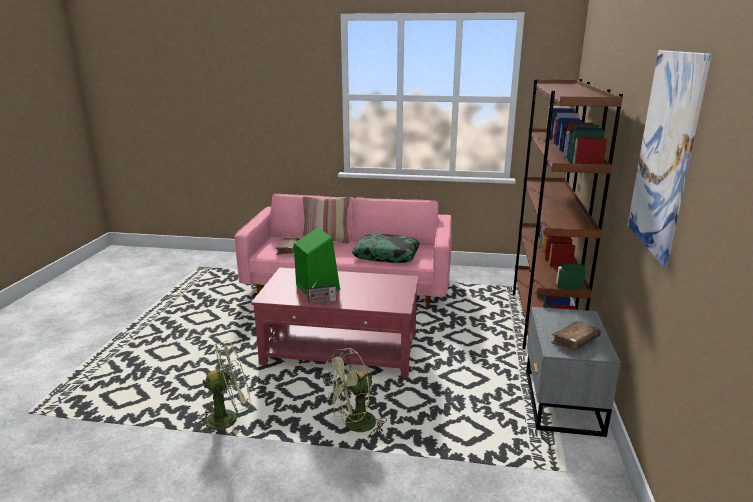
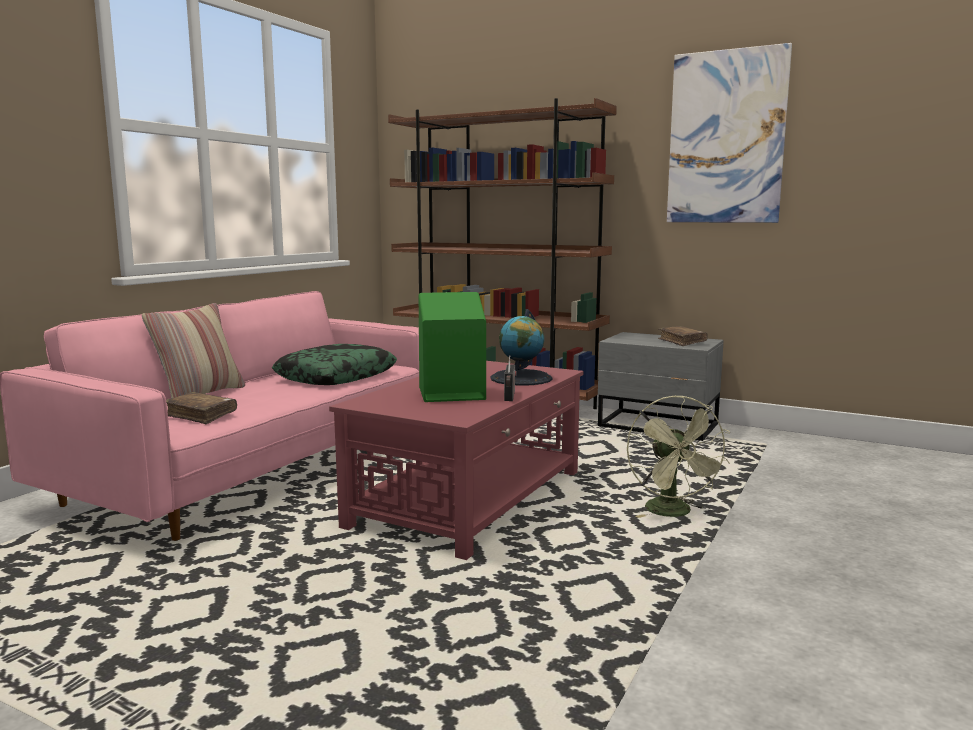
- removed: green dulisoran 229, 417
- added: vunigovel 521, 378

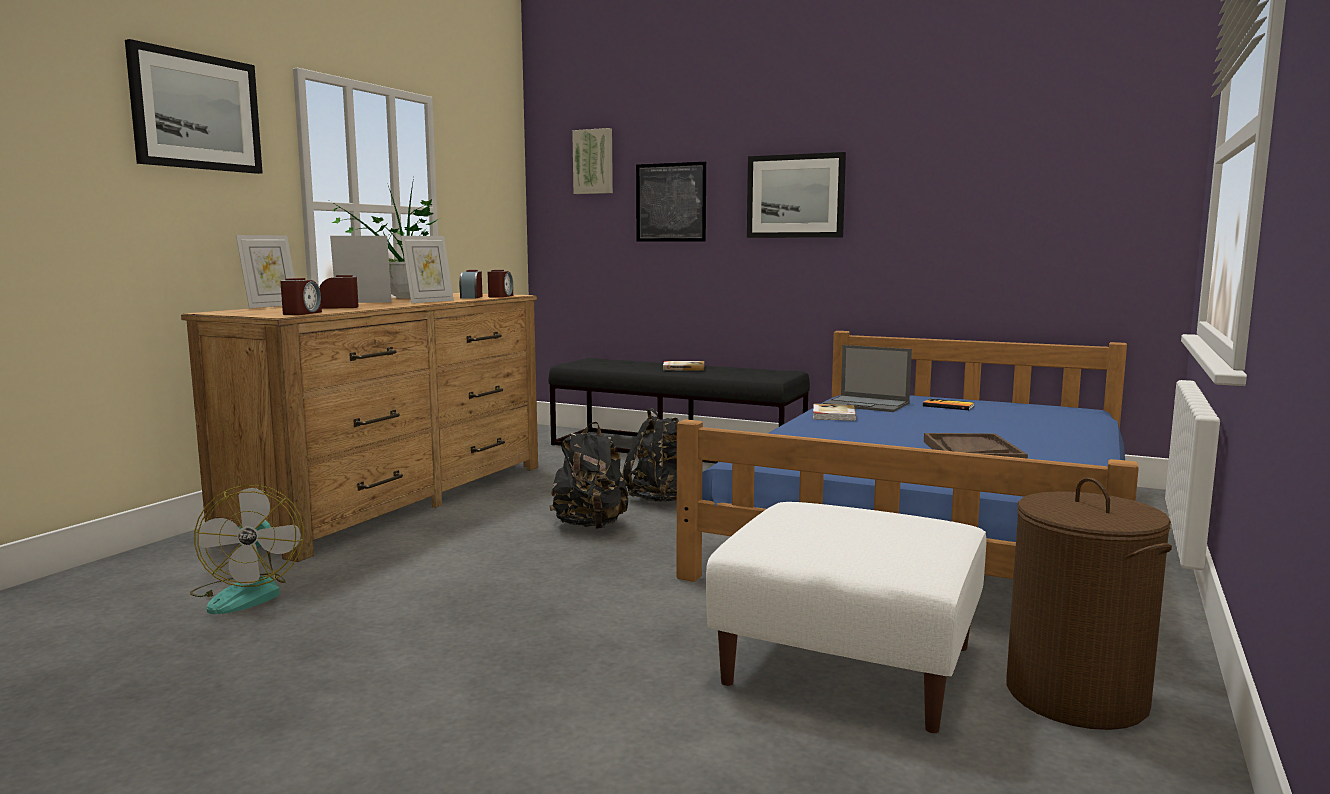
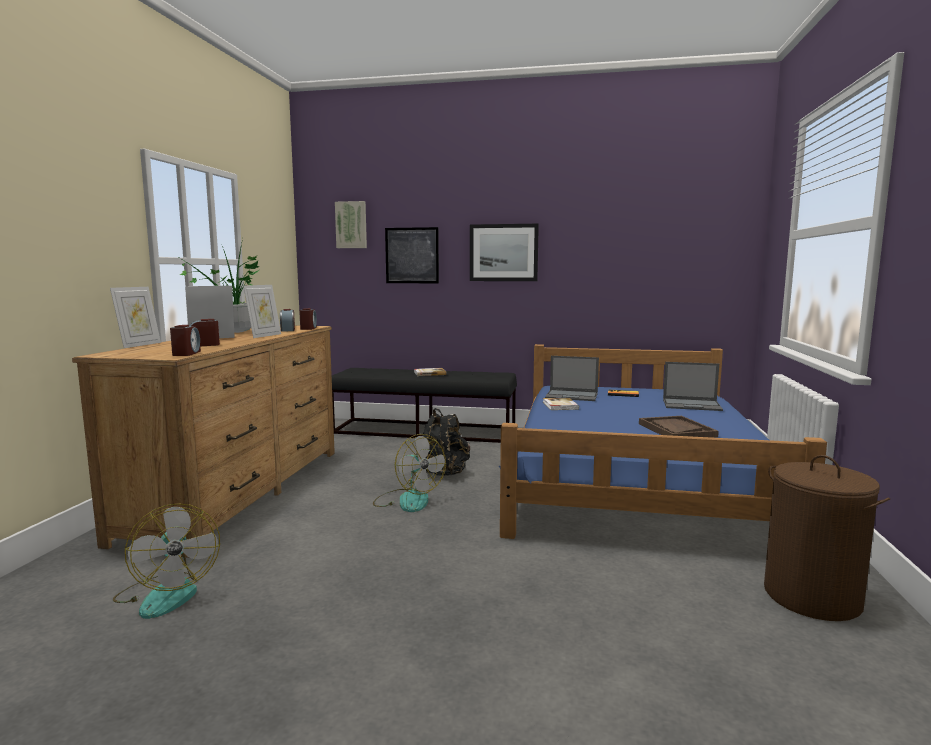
- removed: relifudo 196, 111
- replaced: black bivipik 590, 526 to dulisoran 407, 500
- removed: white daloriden 850, 664
- added: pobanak 692, 405

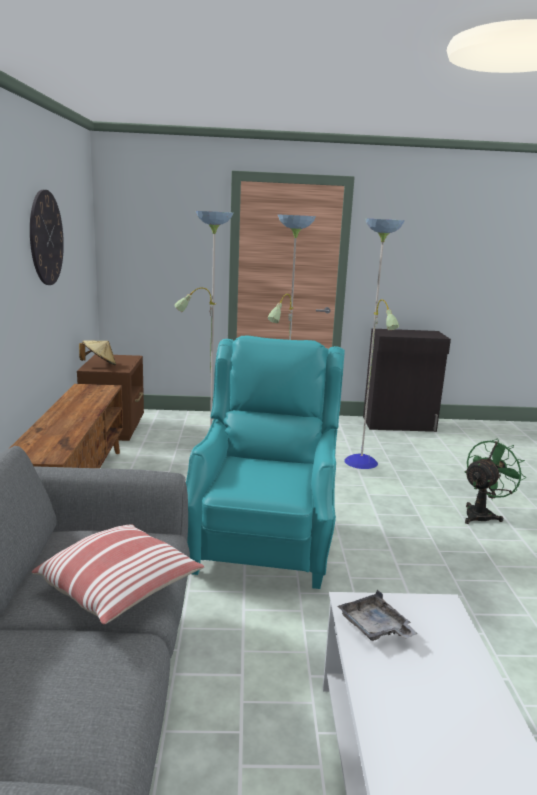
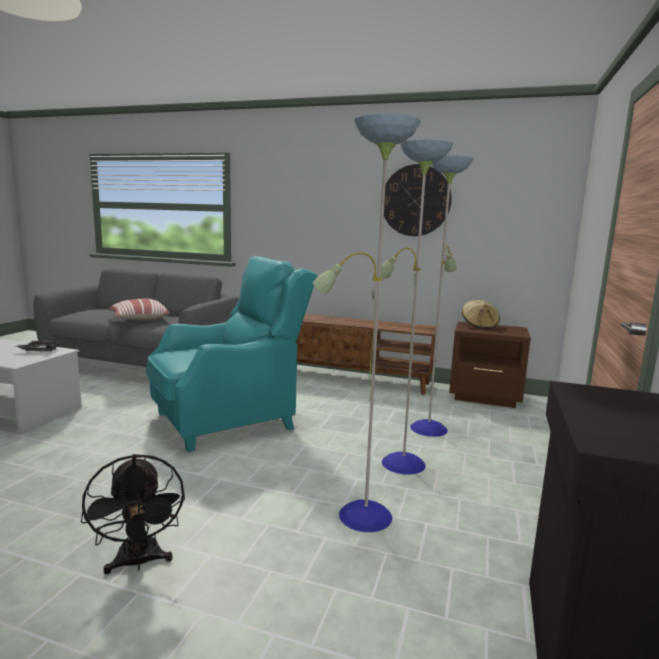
- turned: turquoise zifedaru 264, 541 = 229, 420 60 degrees counterclockwise
- recoloured: green dulisoran 482, 514 to black dulisoran 138, 562

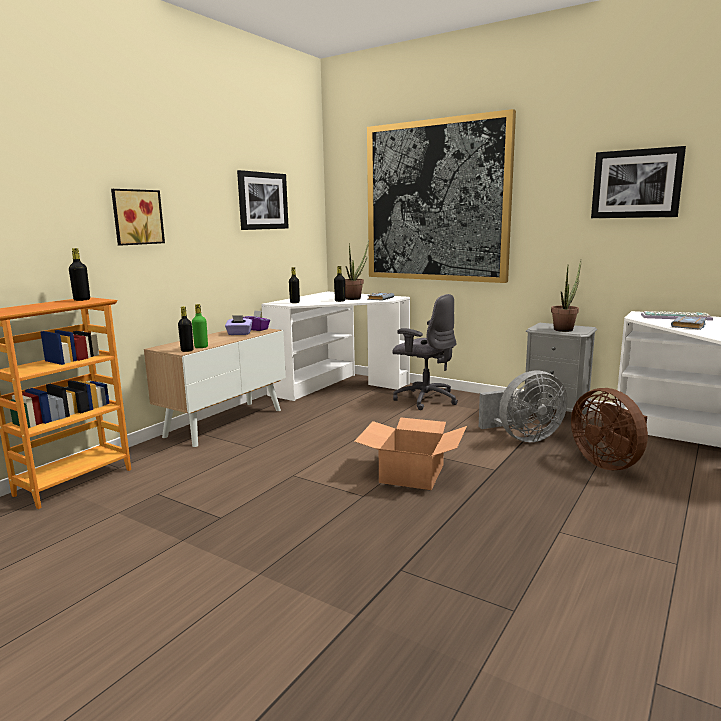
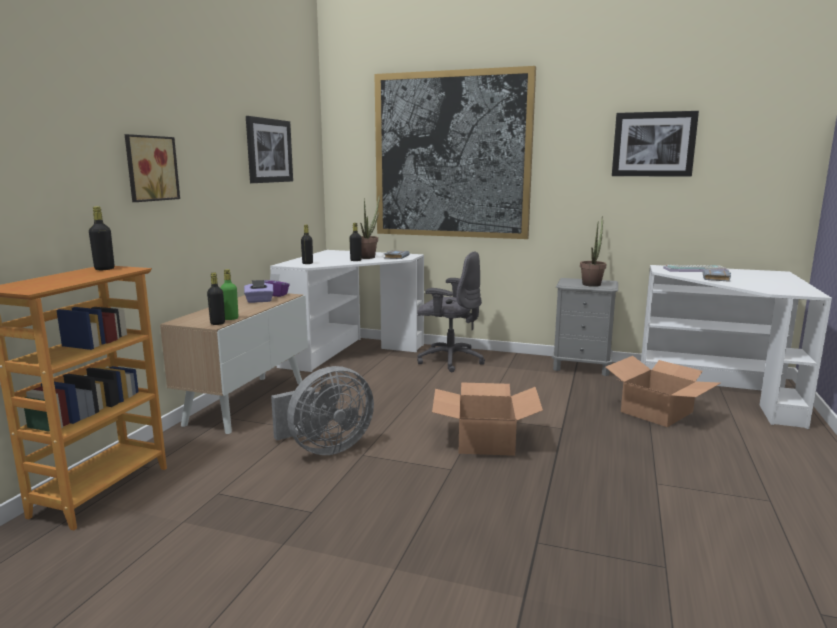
- moved: grey dulisoran 523, 438 to 325, 448
- replaced: brown dulisoran 608, 463 to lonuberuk 657, 412

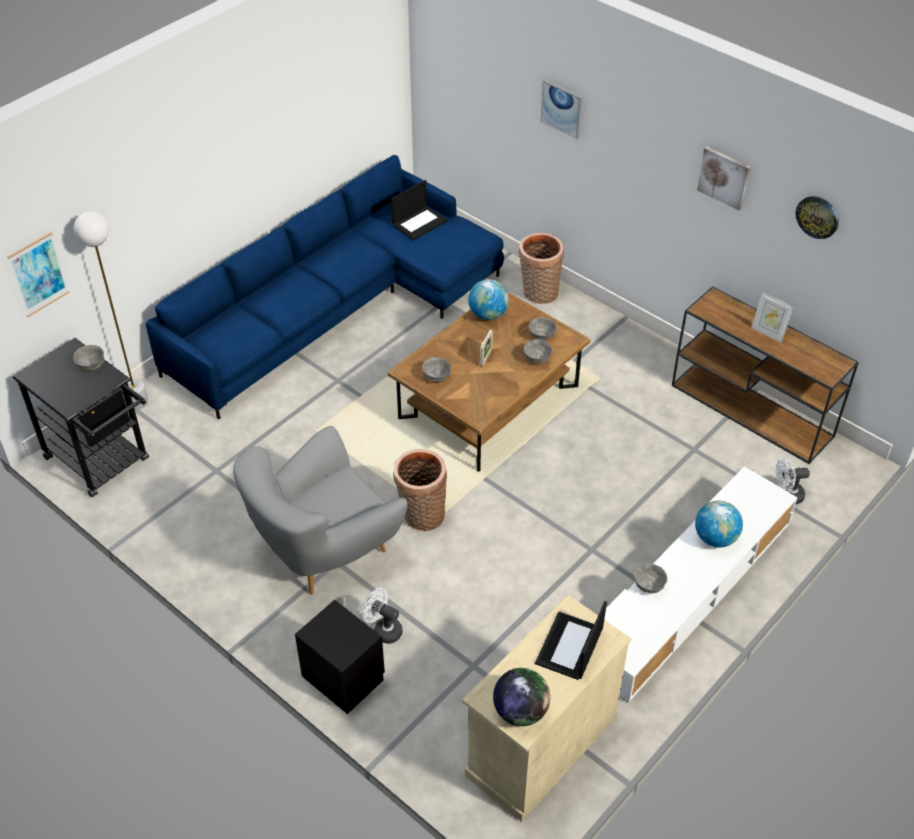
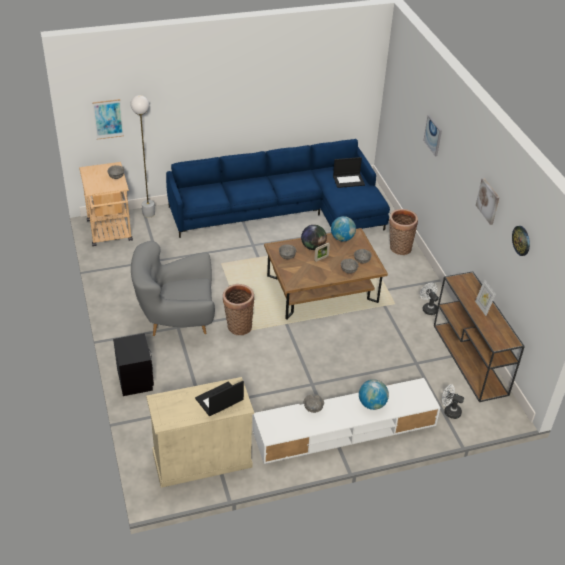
- recoloured: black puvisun 102, 462 to beige puvisun 110, 233
- moved: white dulisoran 383, 630 to 428, 308
- moved: vunigovel 520, 711 to 313, 247

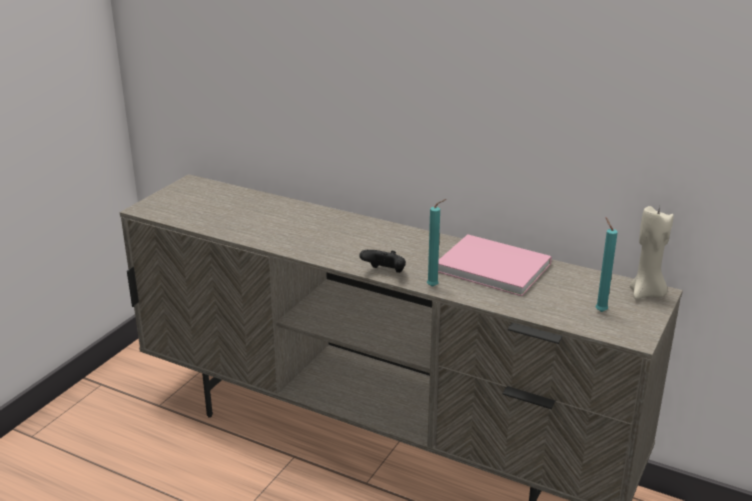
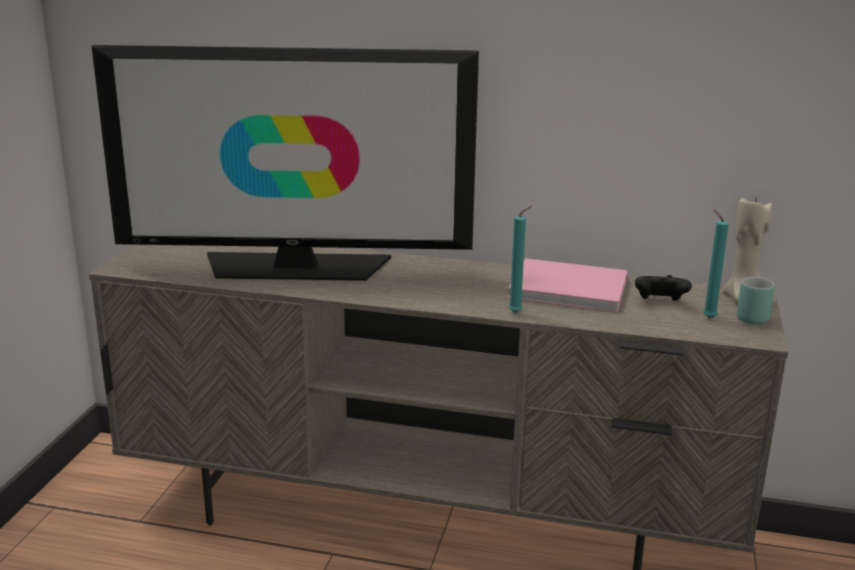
- moved: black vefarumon 384, 273 to 659, 302
- added: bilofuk 295, 267
- added: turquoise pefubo 752, 316

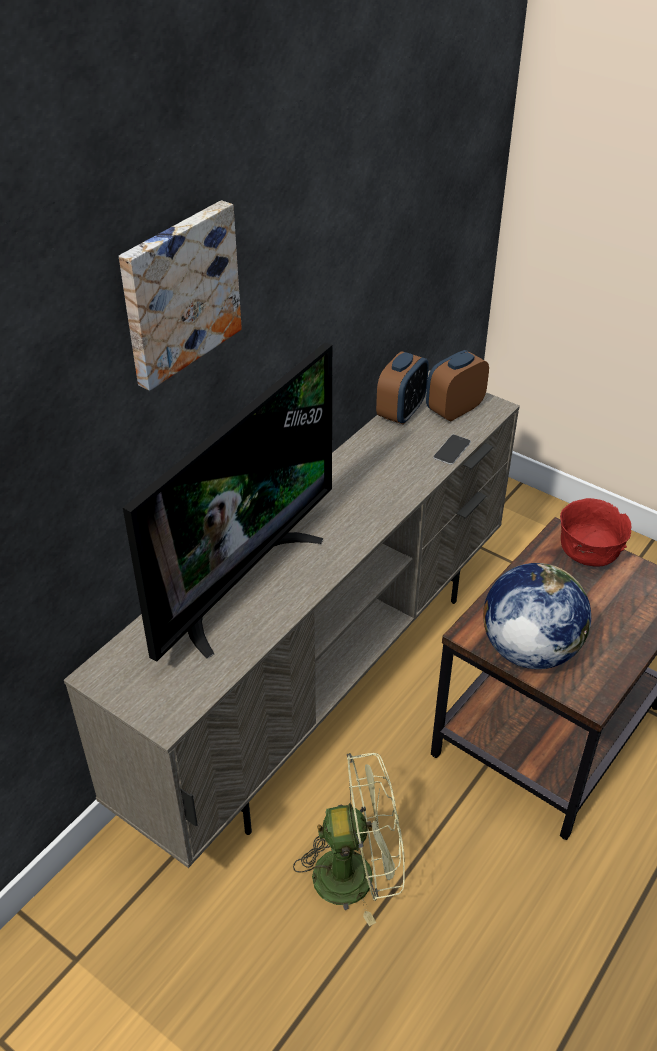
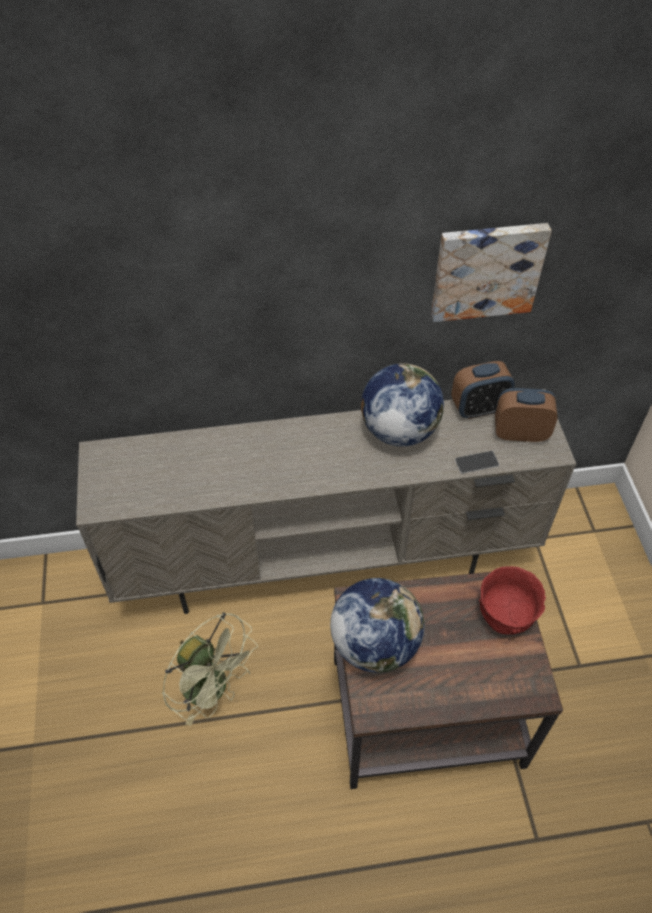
- moved: relifudo 178, 292 to 486, 270
- removed: bilofuk 239, 581
- added: vunigovel 398, 430

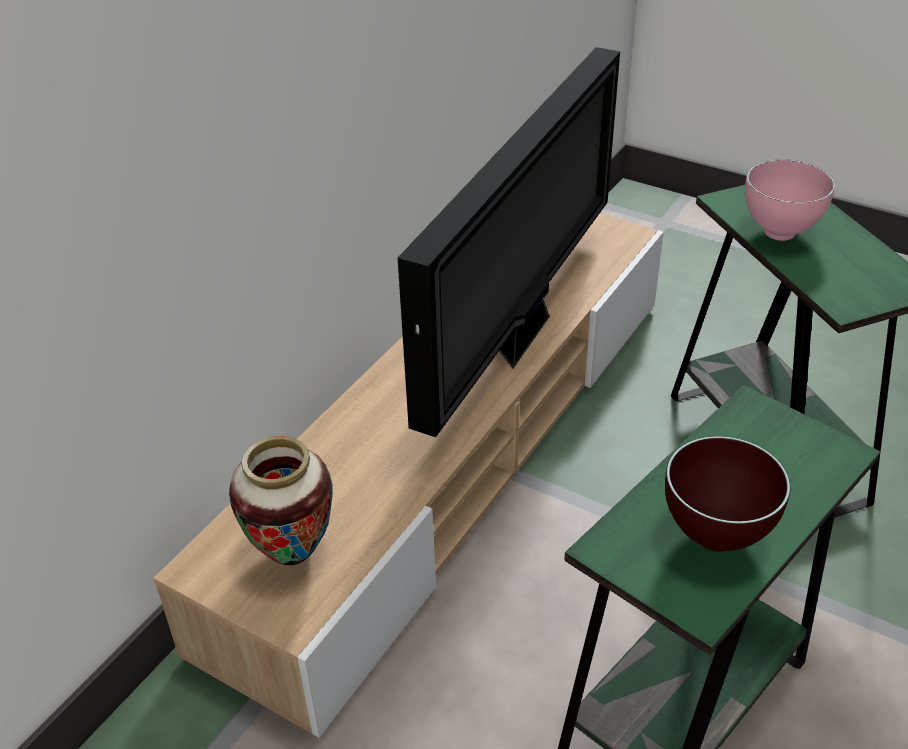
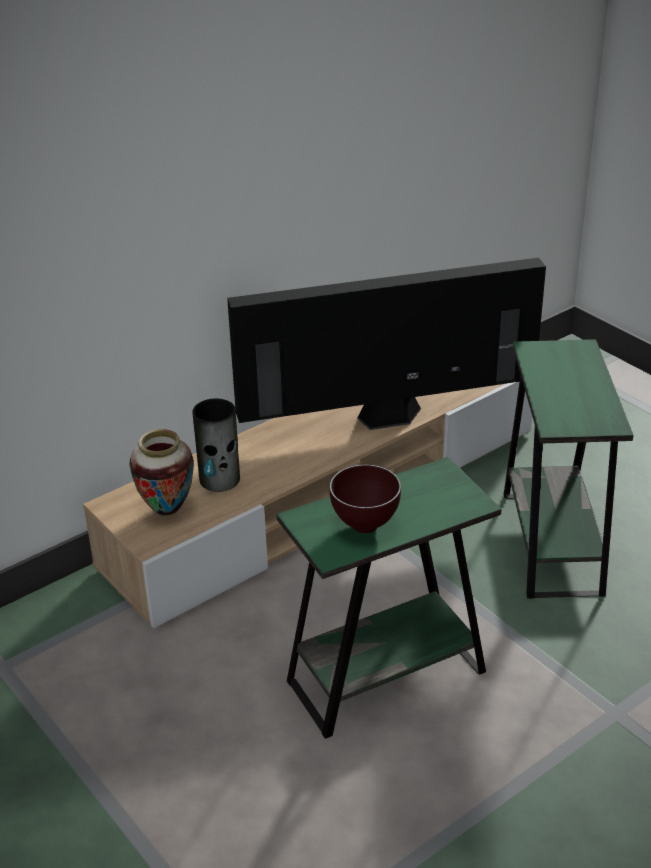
- turned: bilofuk 522, 334 = 386, 419 150 degrees counterclockwise
- removed: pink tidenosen 780, 235
- added: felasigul 220, 479

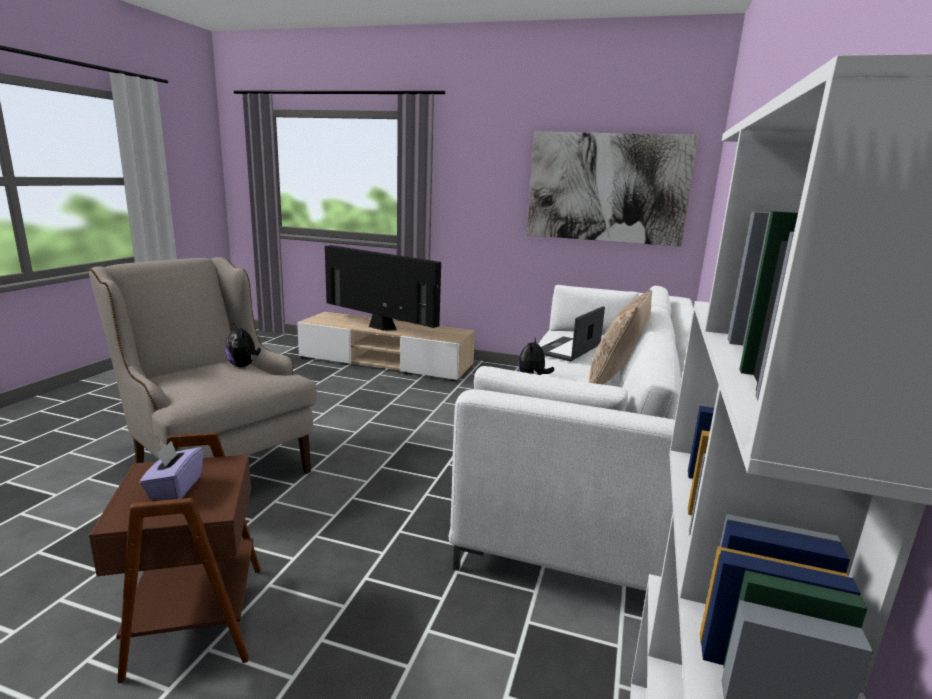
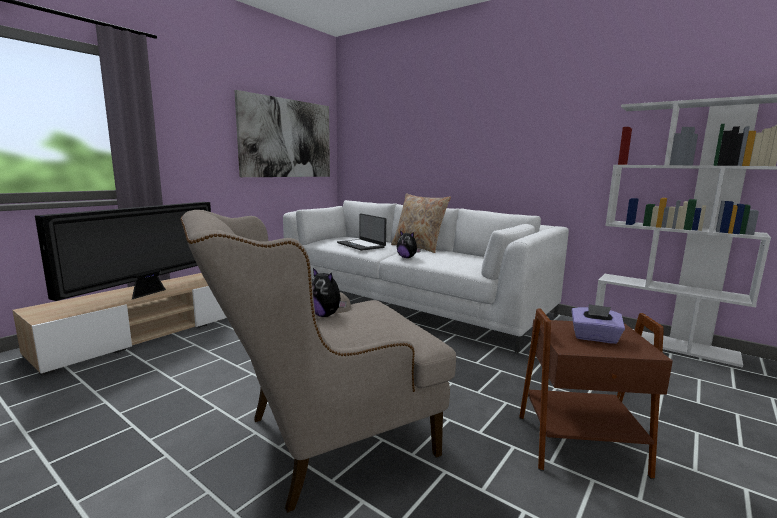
- turned: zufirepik 244, 366 = 325, 315 60 degrees clockwise
- turned: bilofuk 380, 327 = 148, 293 150 degrees clockwise

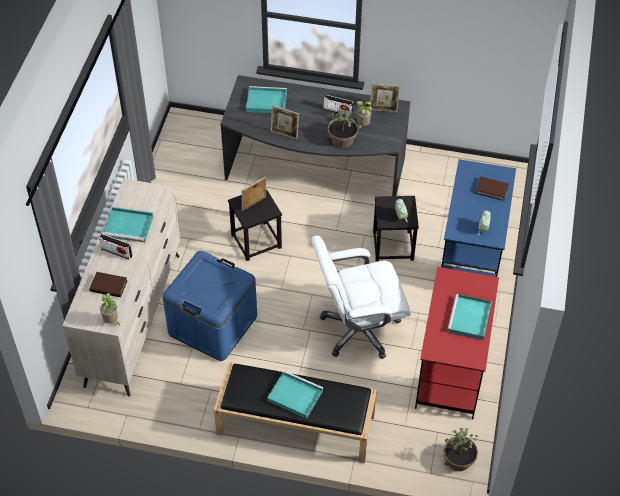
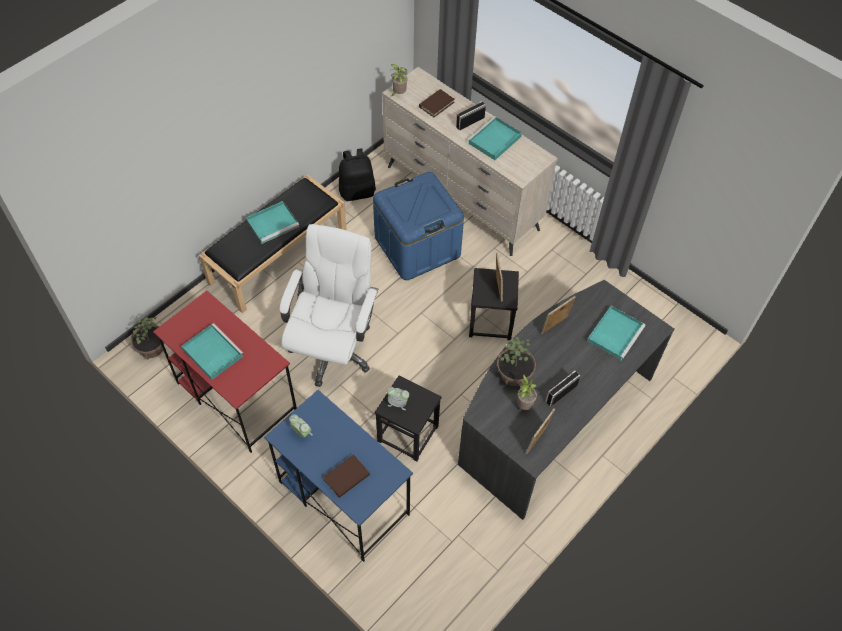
- added: black bivipik 357, 191

